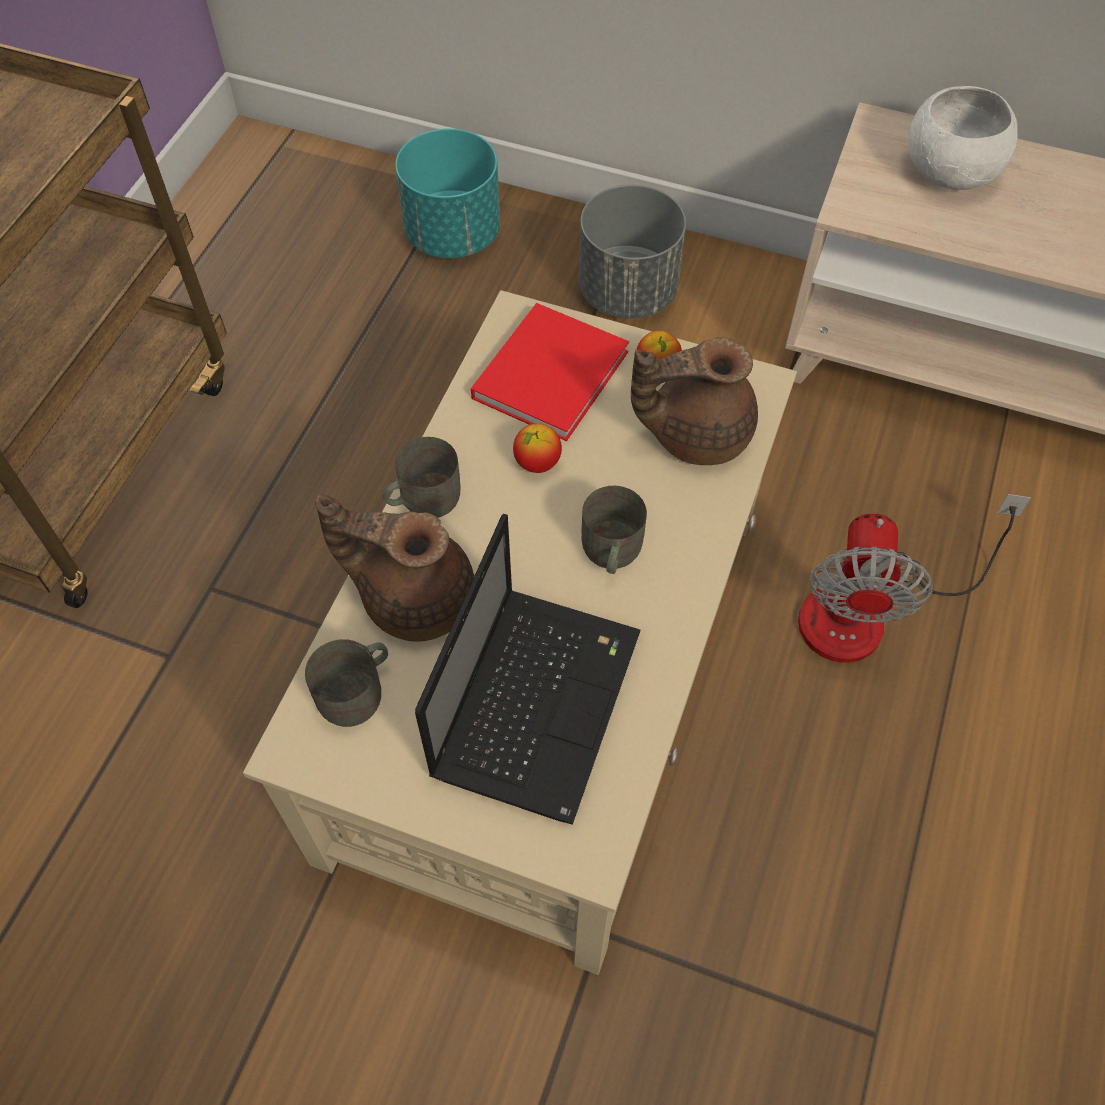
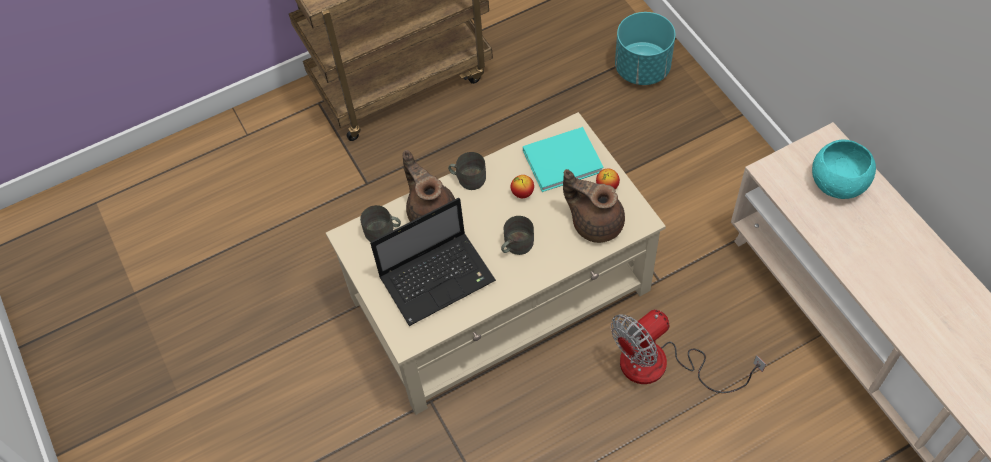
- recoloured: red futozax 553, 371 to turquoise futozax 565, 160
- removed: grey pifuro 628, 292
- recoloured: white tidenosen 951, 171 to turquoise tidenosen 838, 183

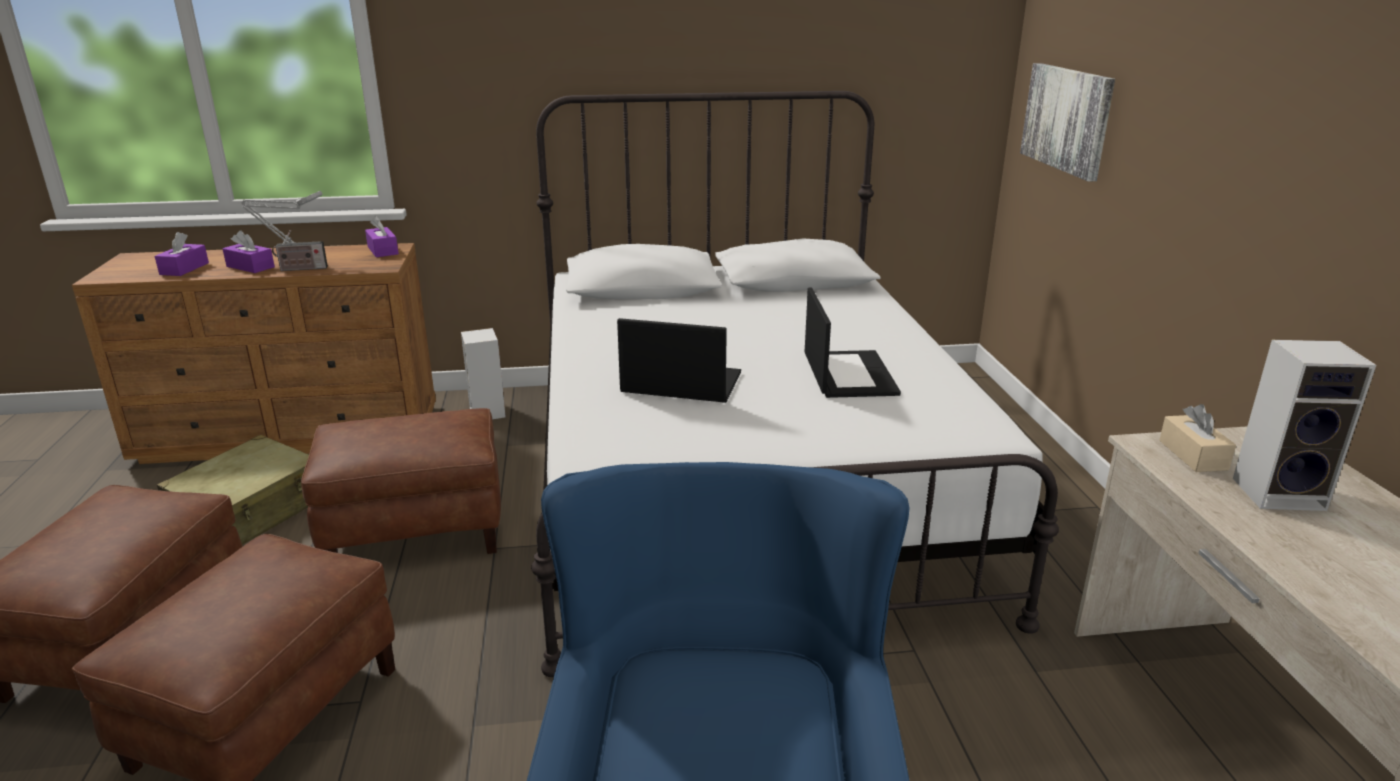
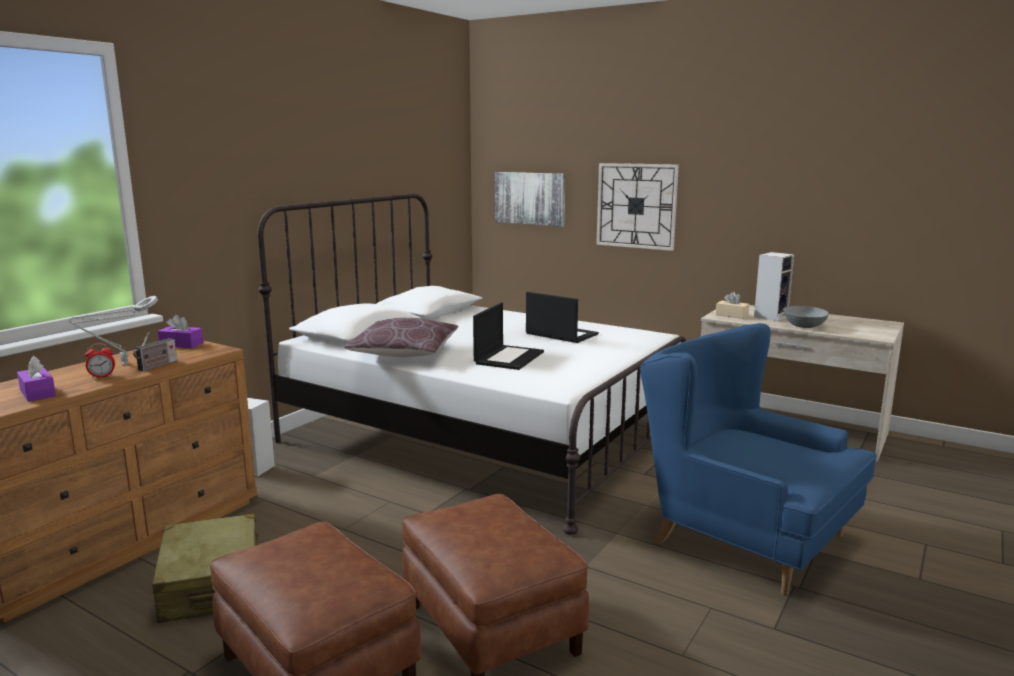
- replaced: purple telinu 250, 267 to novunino 102, 376
- removed: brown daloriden 417, 530
- turned: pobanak 679, 383 = 509, 357 150 degrees clockwise
- added: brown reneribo 404, 353
- added: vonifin 636, 206
- added: grey tidenosen 803, 326

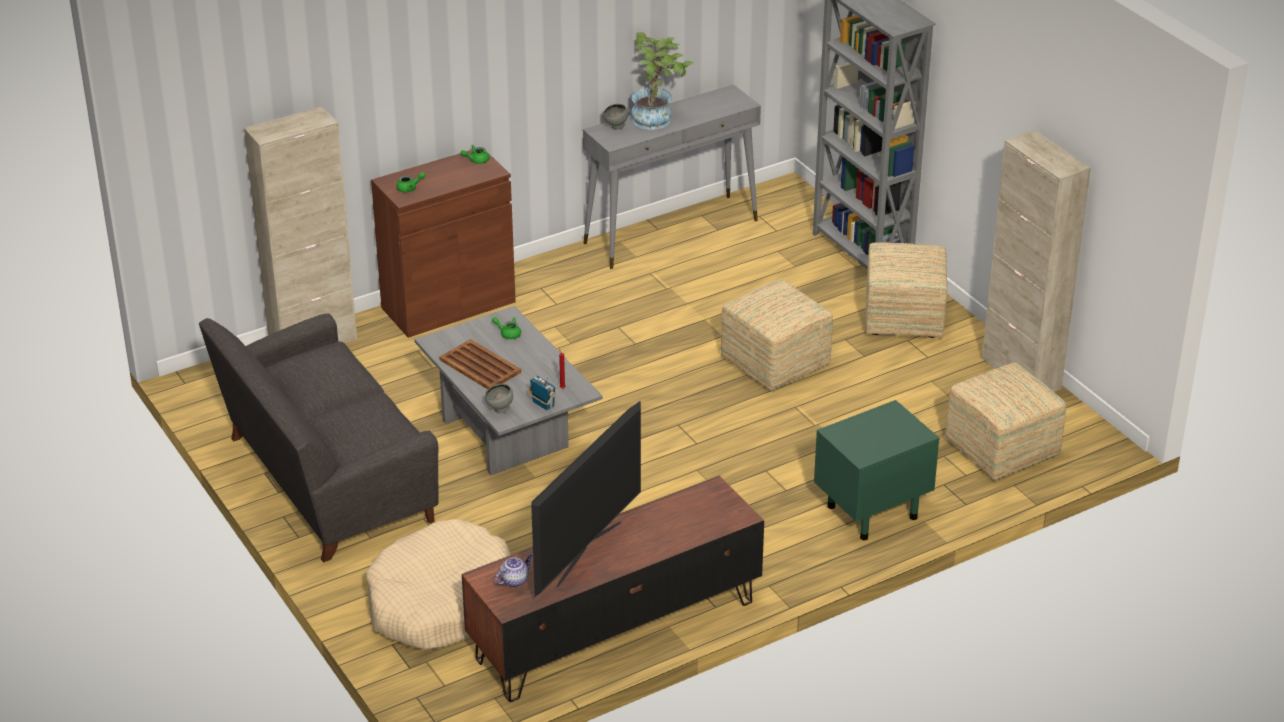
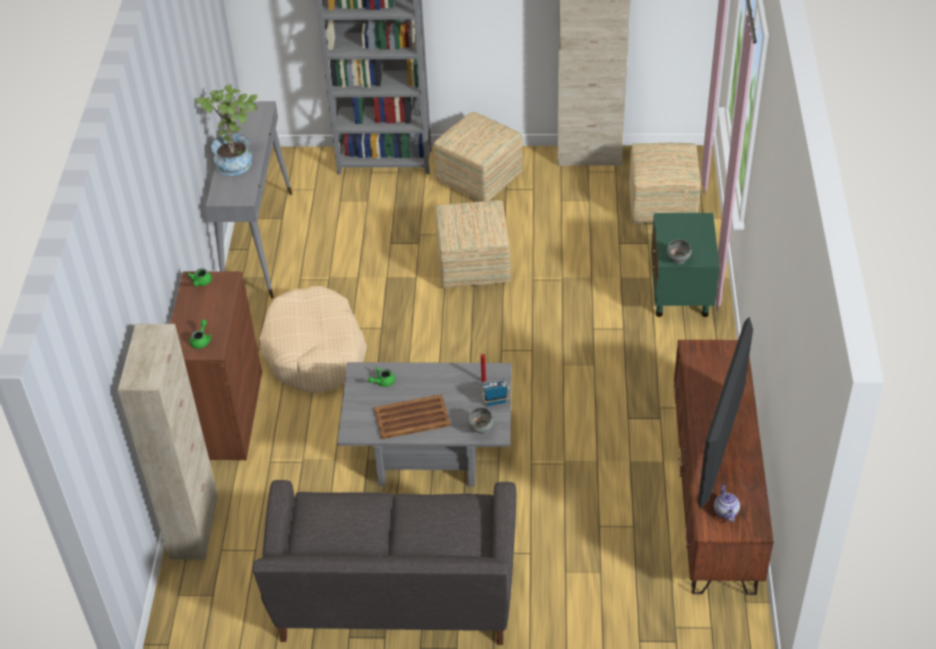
- moved: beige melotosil 440, 602 to 315, 352
- turned: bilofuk 588, 553 = 720, 453 135 degrees counterclockwise
- moved: grey tidenosen 616, 127 to 678, 261

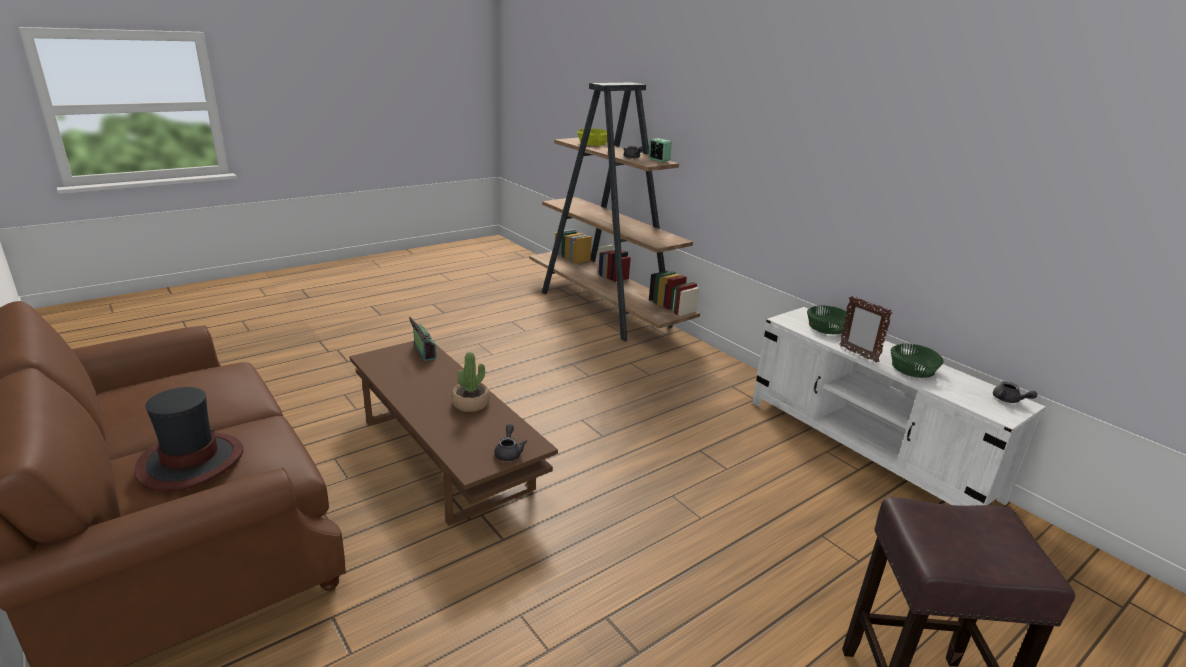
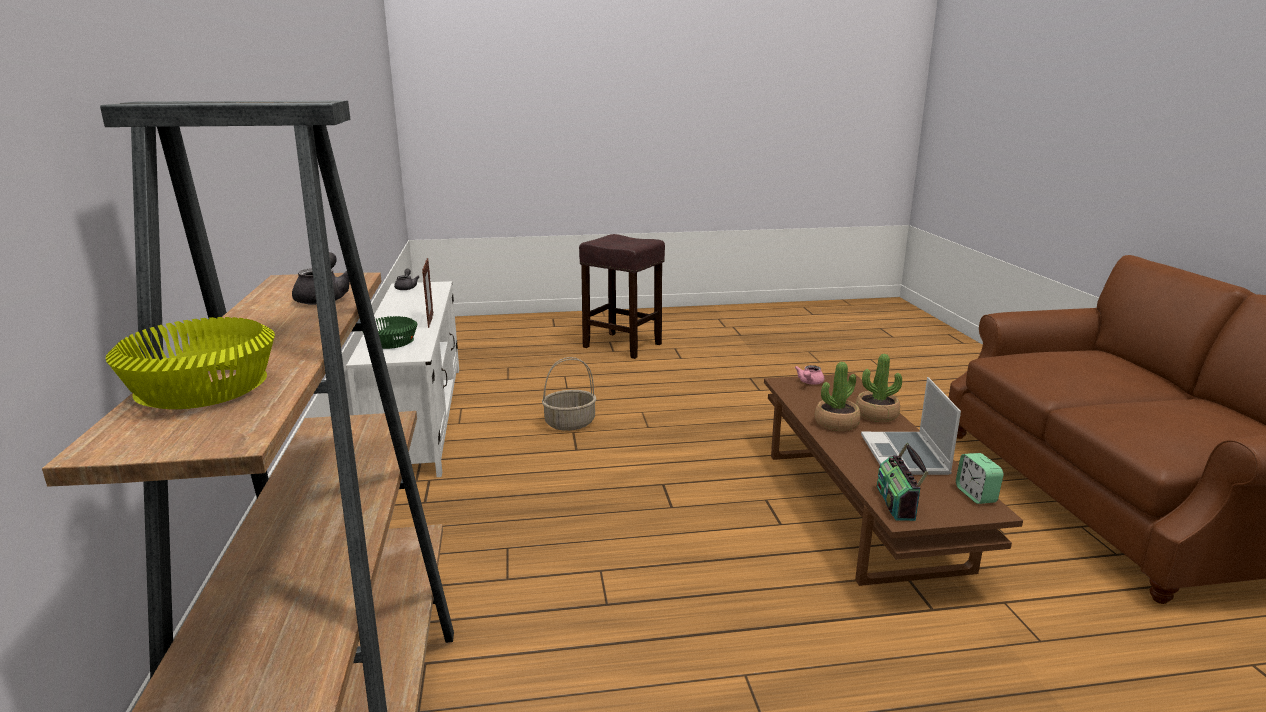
- removed: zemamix 191, 462
- recoloured: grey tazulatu 509, 452 to pink tazulatu 809, 383
- moved: novunino 658, 160 to 976, 495
- removed: green tidenosen 913, 369
- added: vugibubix 570, 423
- added: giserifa 876, 415
- added: pobanak 906, 456

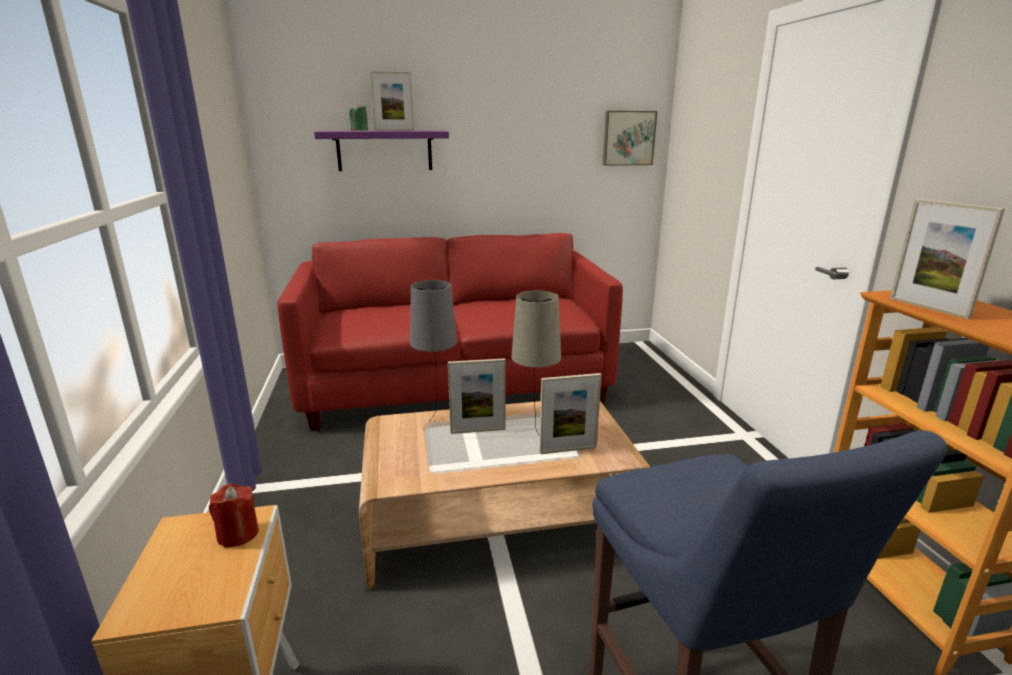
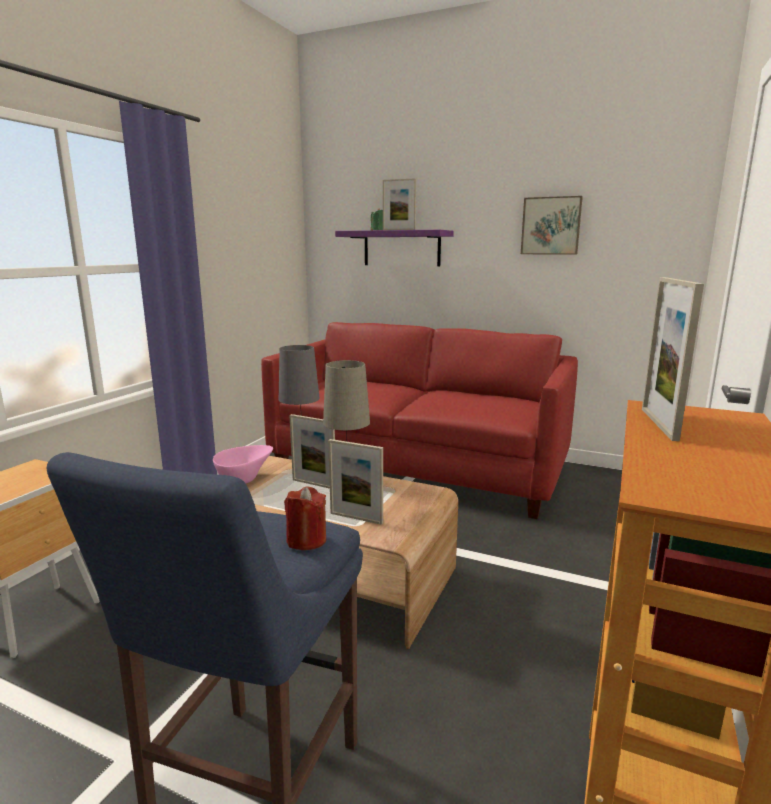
- moved: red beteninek 238, 534 to 306, 540
- moved: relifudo 628, 138 to 551, 226
- added: pink tidenosen 244, 479

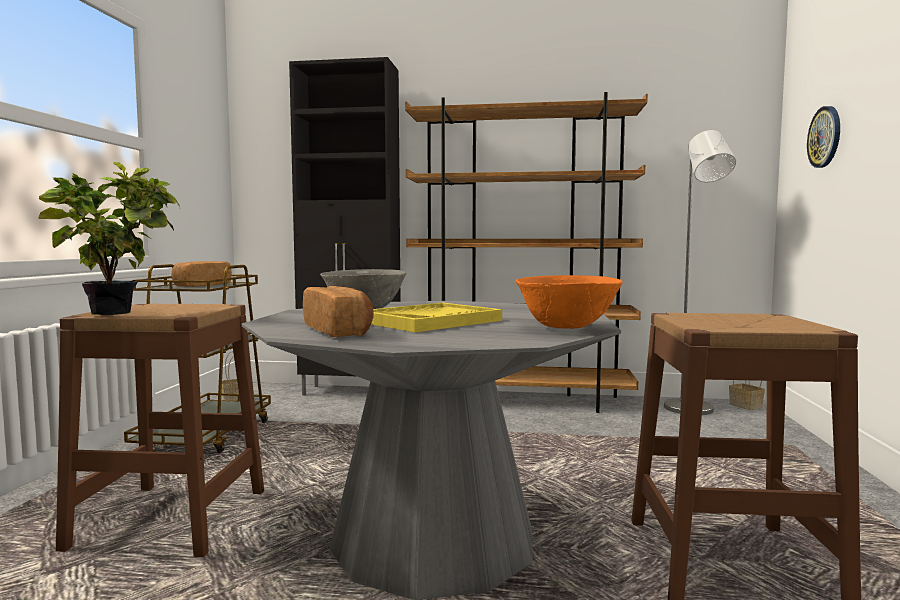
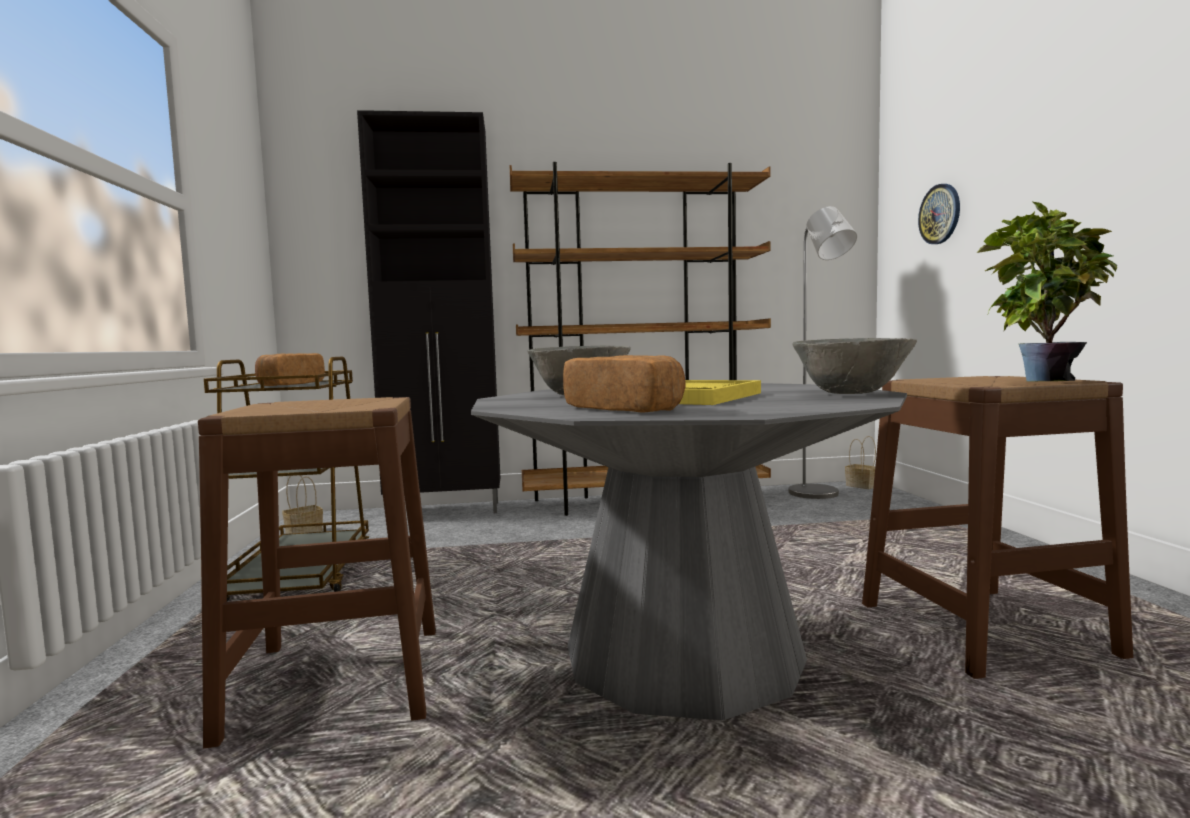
- moved: giserifa 120, 313 to 1040, 381
- recoloured: orange tidenosen 567, 328 to grey tidenosen 852, 394

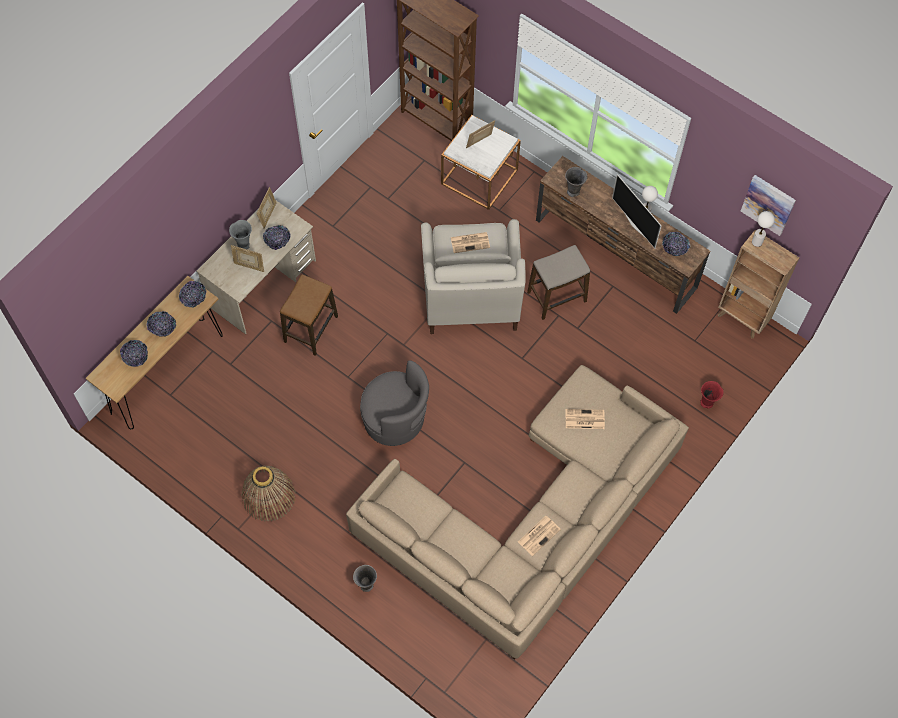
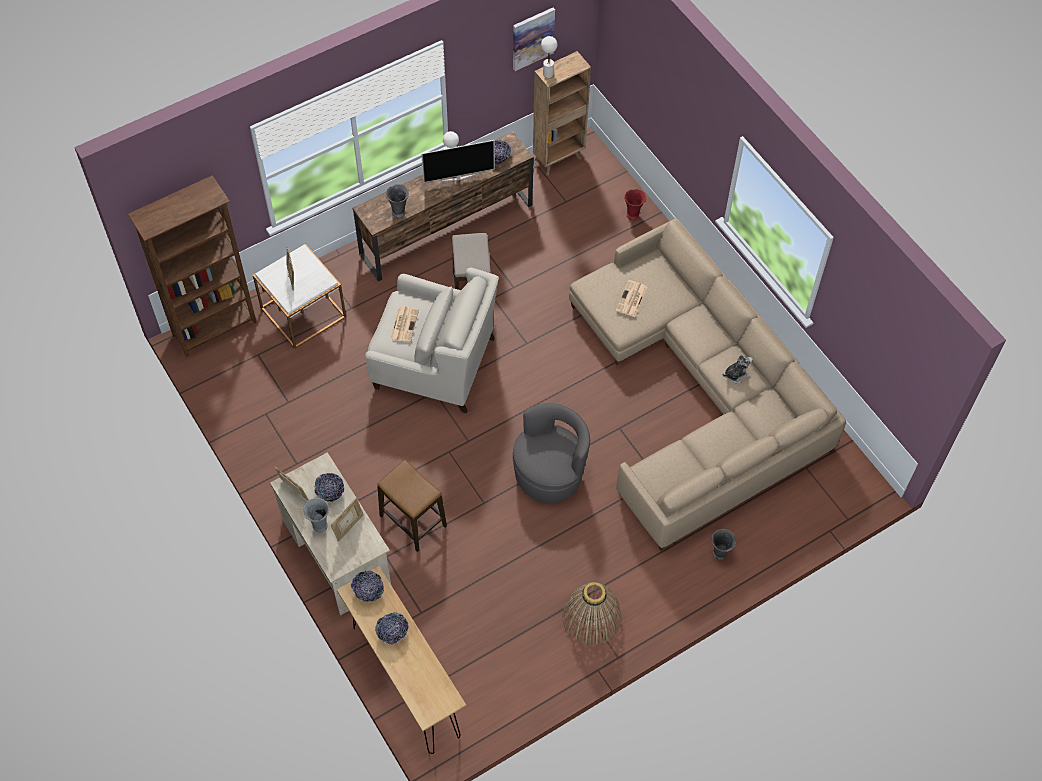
- removed: tidenosen 135, 357
- replaced: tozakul 539, 535 to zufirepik 735, 374

